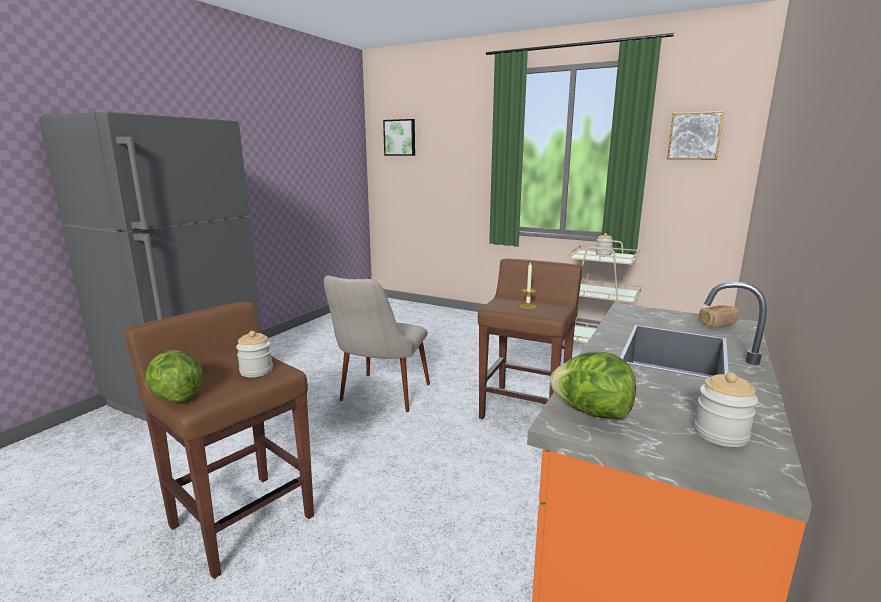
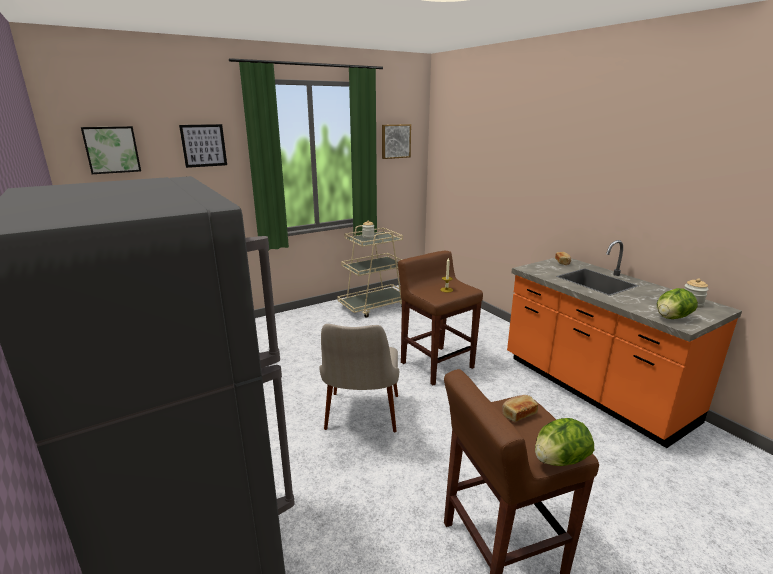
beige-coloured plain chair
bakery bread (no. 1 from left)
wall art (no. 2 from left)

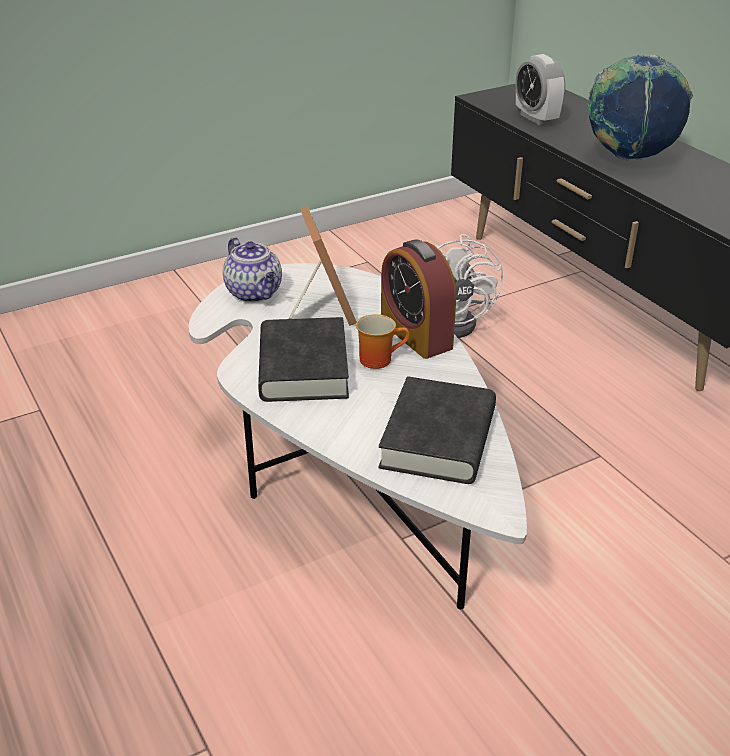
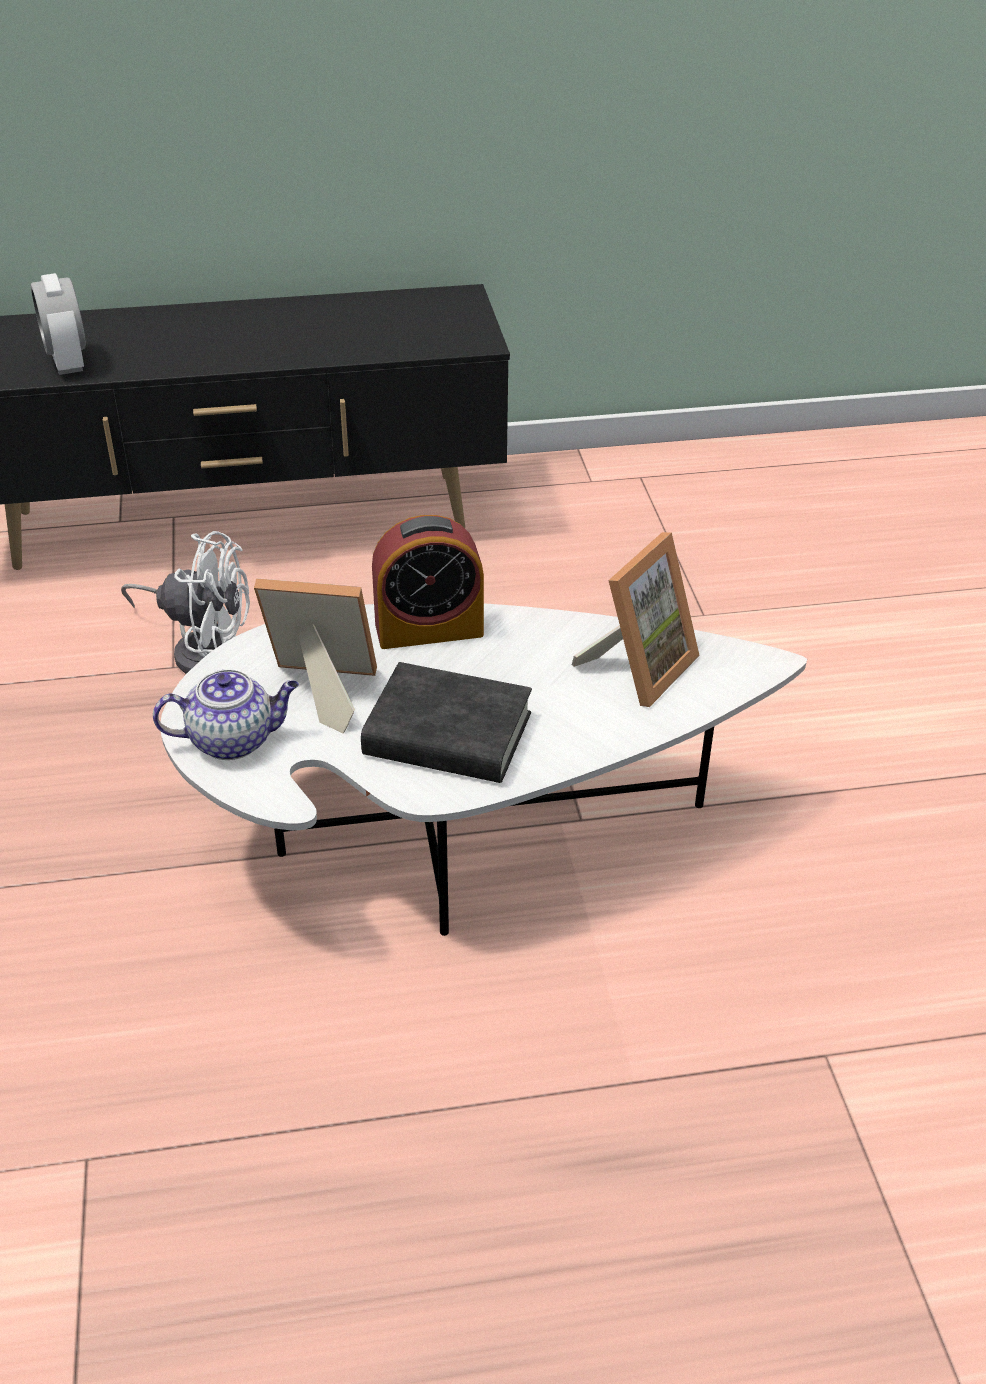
alarm clock (no. 1 from left)
desk globe
tea mug
photo frame (no. 2 from left)

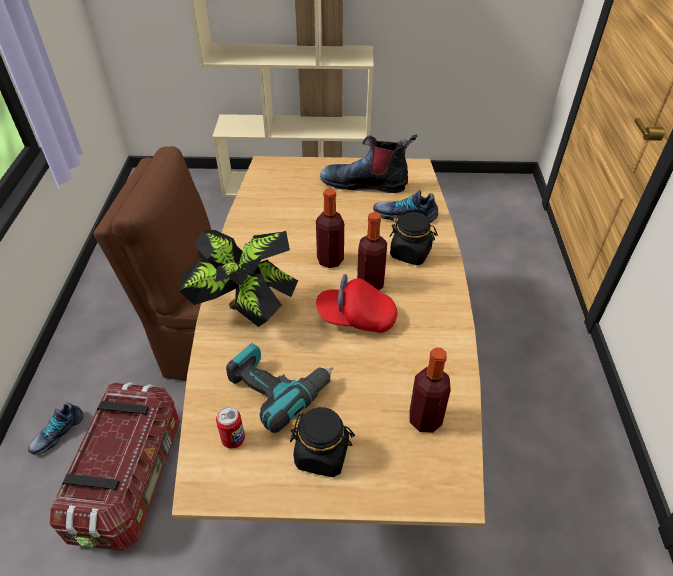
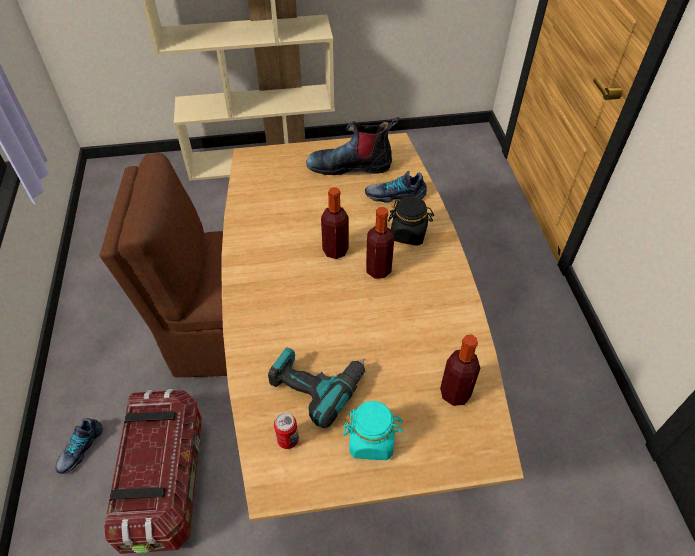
houseplant
red-coloured cap
blue-green storage jar

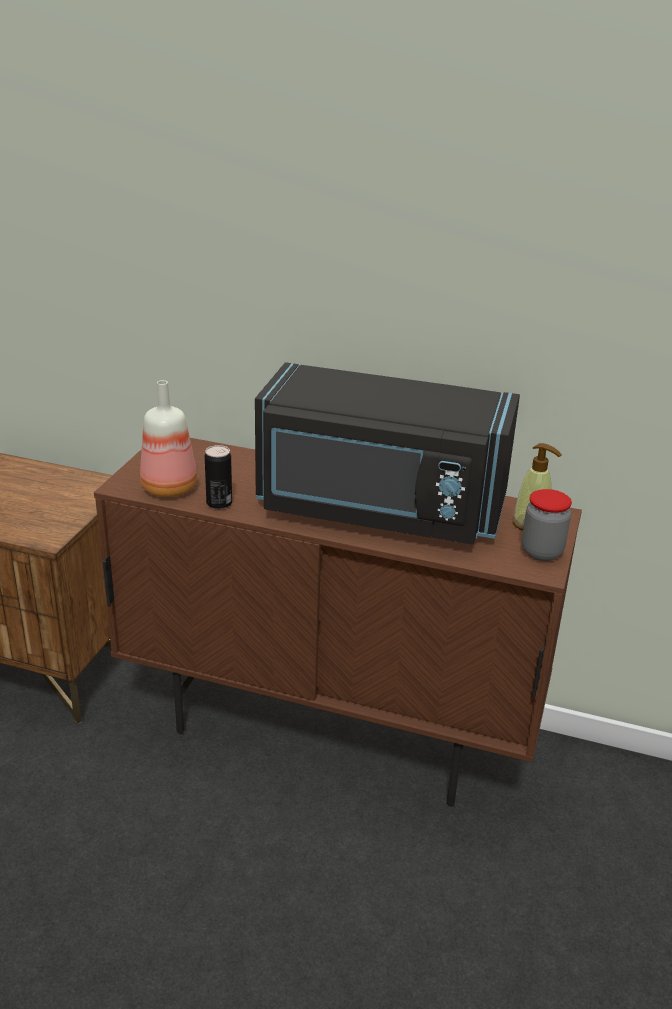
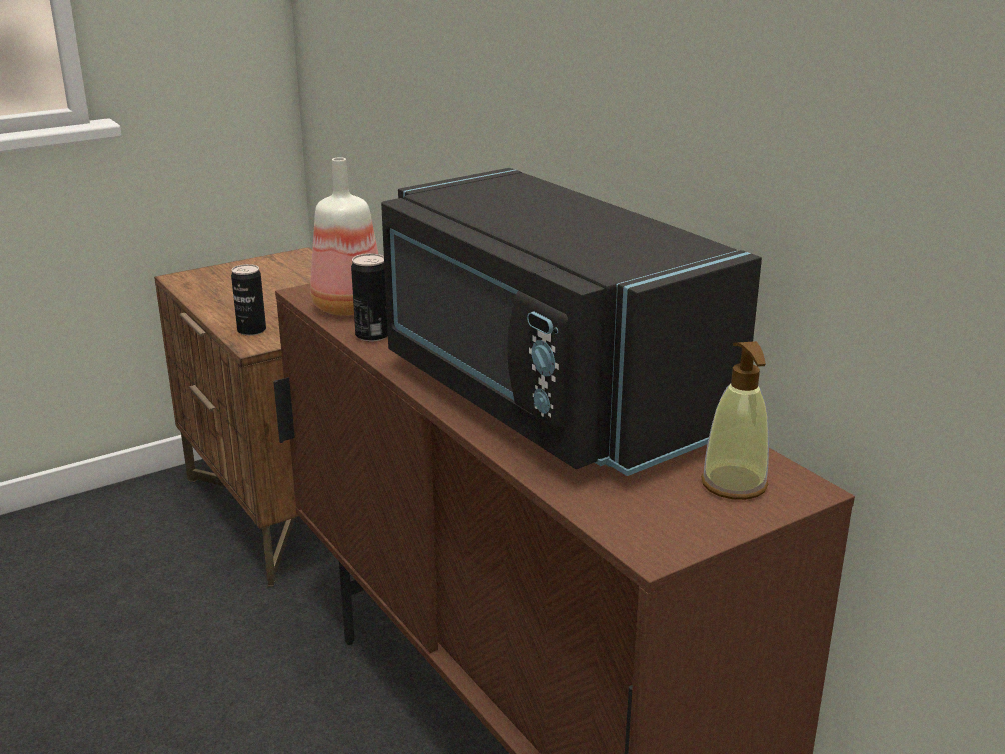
storage jar
can (no. 1 from left)

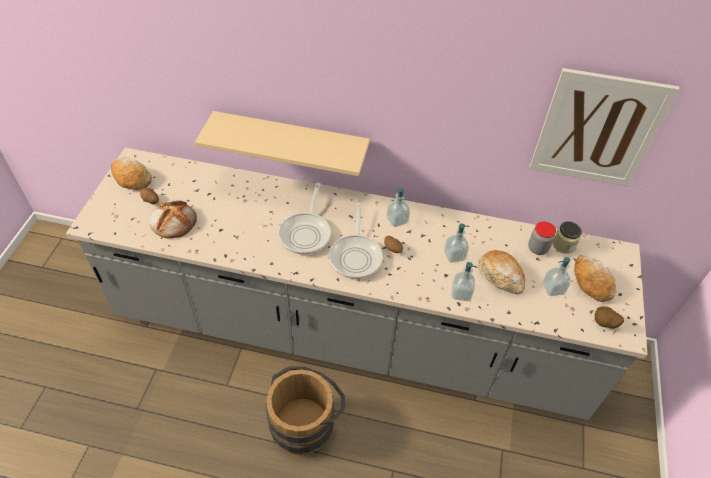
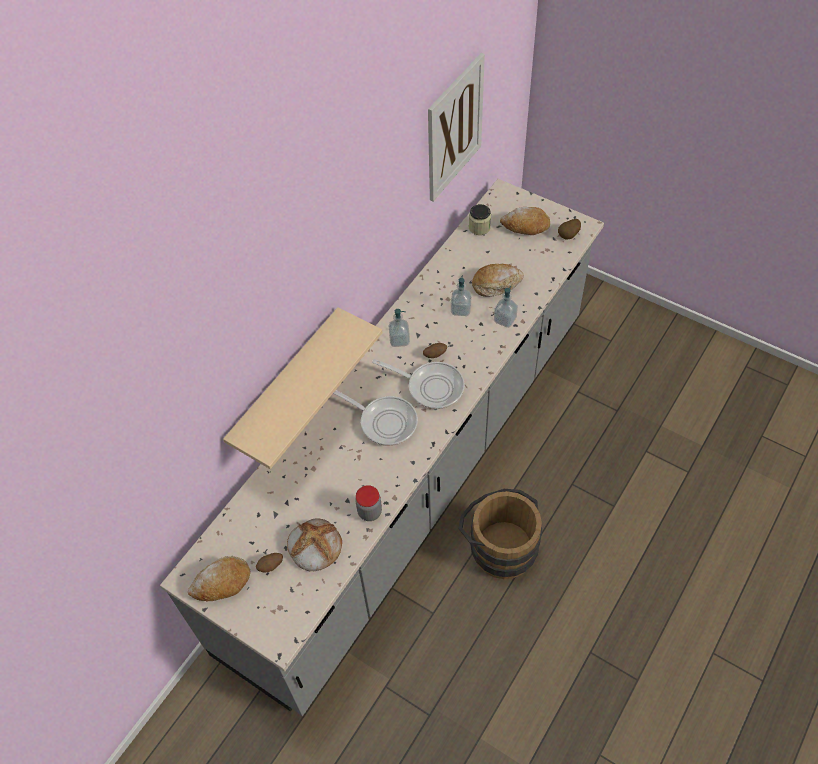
storage jar (no. 1 from left)
soap bottle (no. 4 from left in the first image)

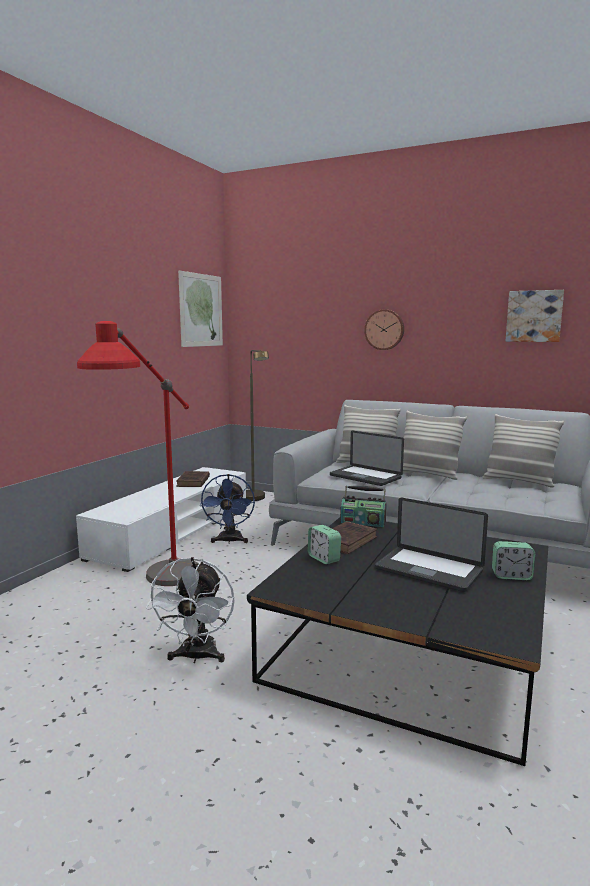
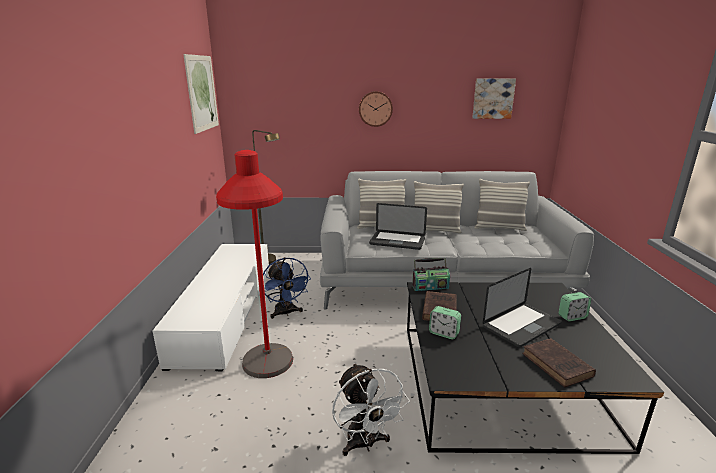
brown bound book (no. 2 from left)
laptop (no. 2 from left)

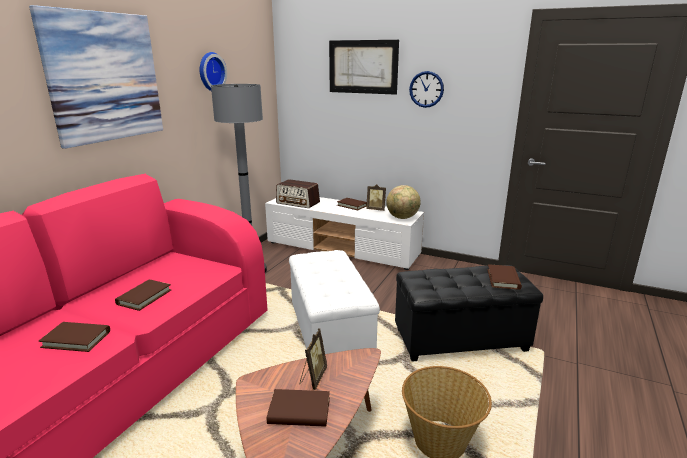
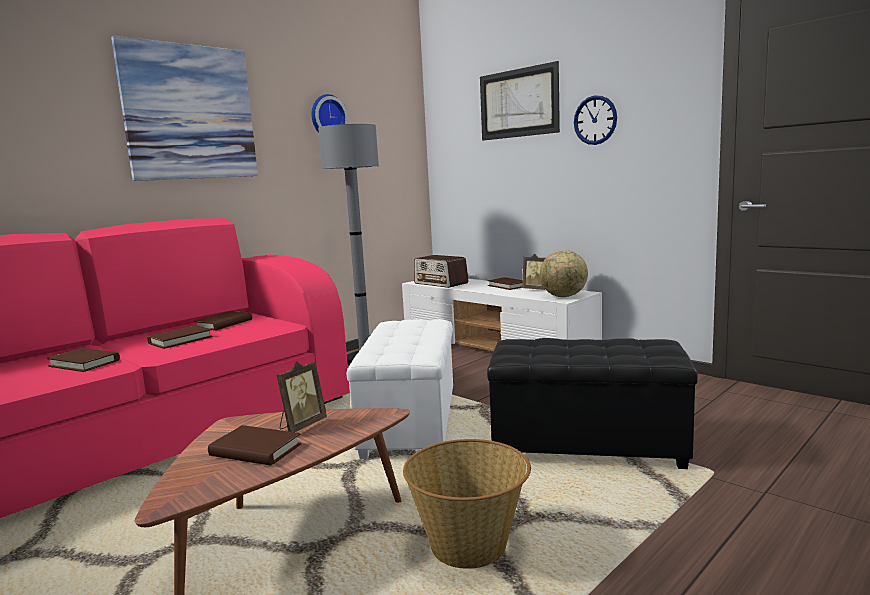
brown bound book (no. 3 from left)

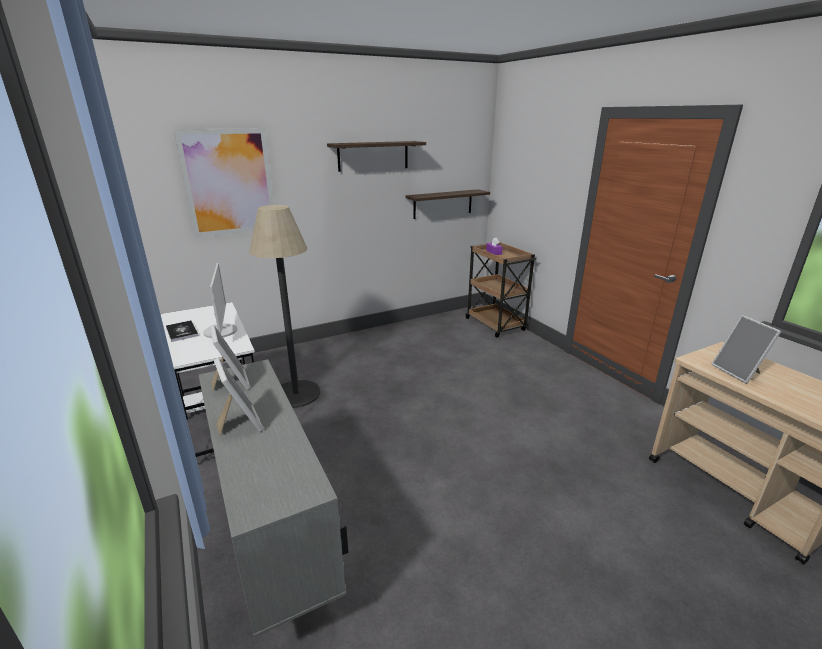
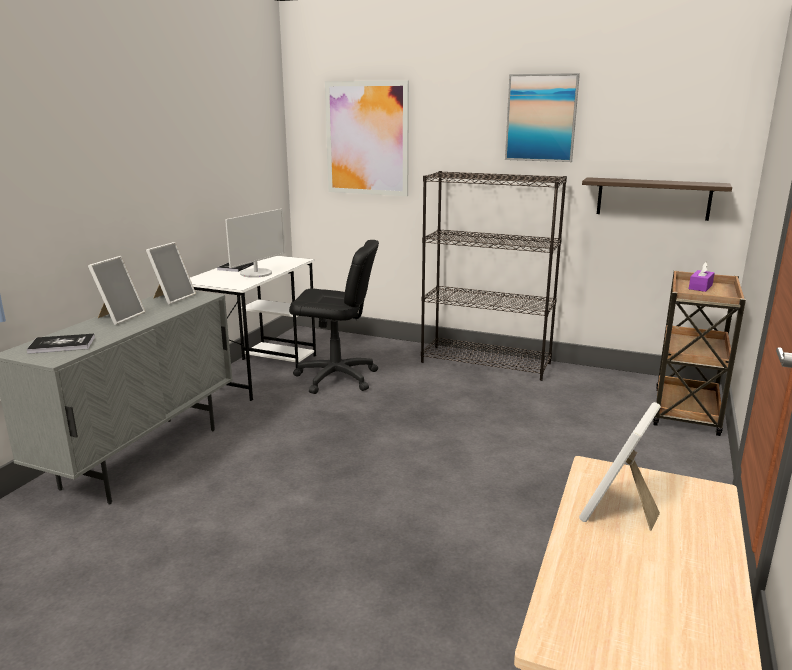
wall art (no. 2 from left)
blackish office chair
blackish shelving unit
bound book (no. 1 from left)

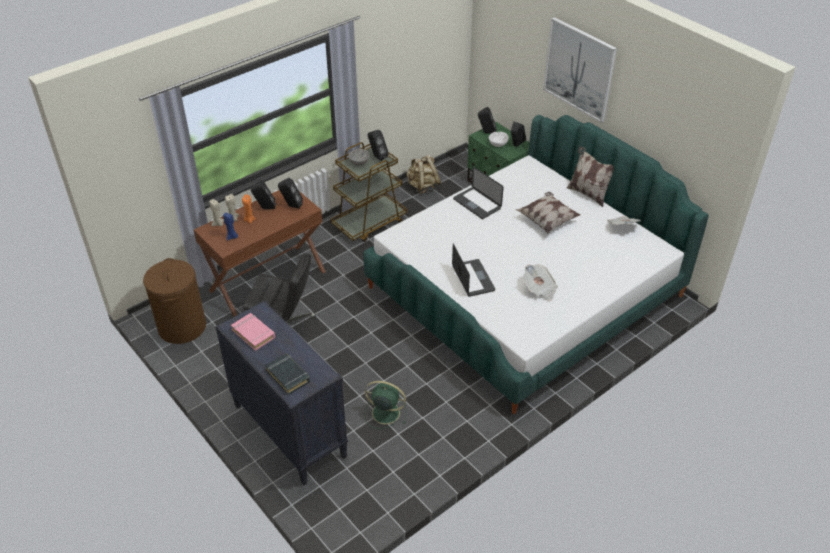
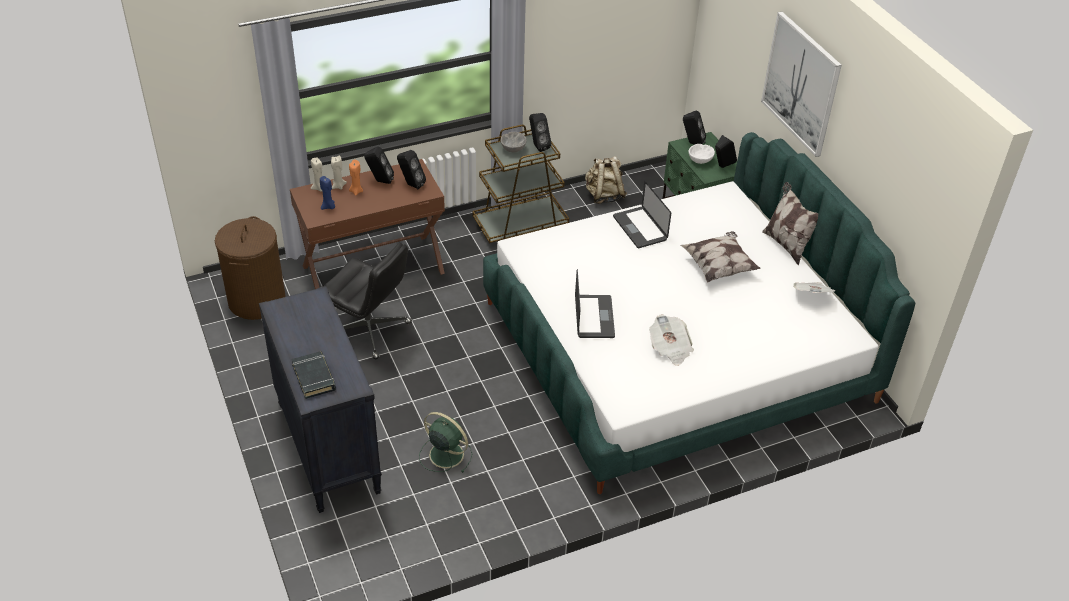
pink bound book

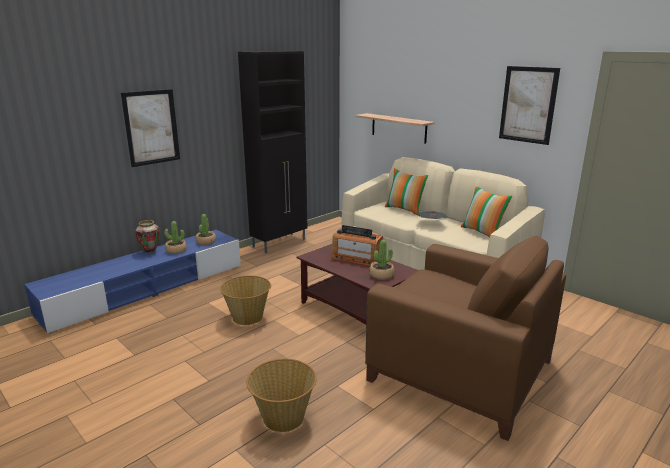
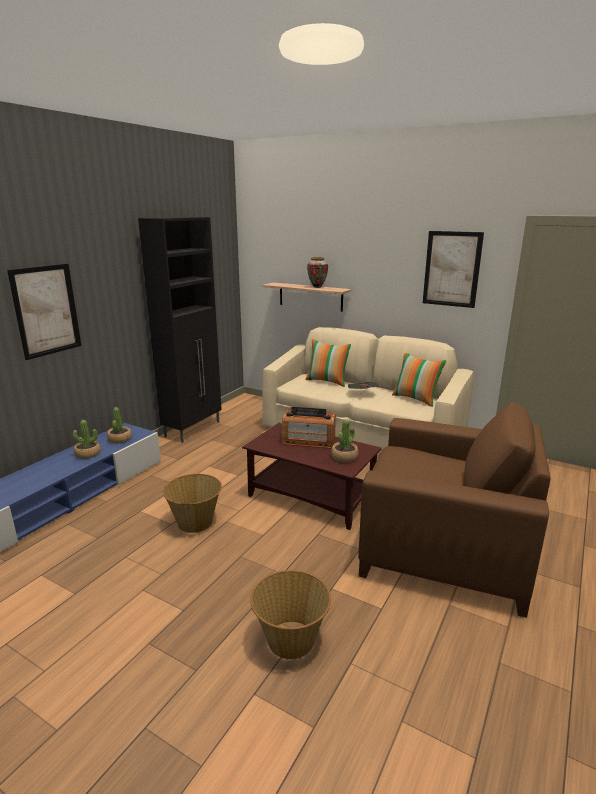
flower vase

